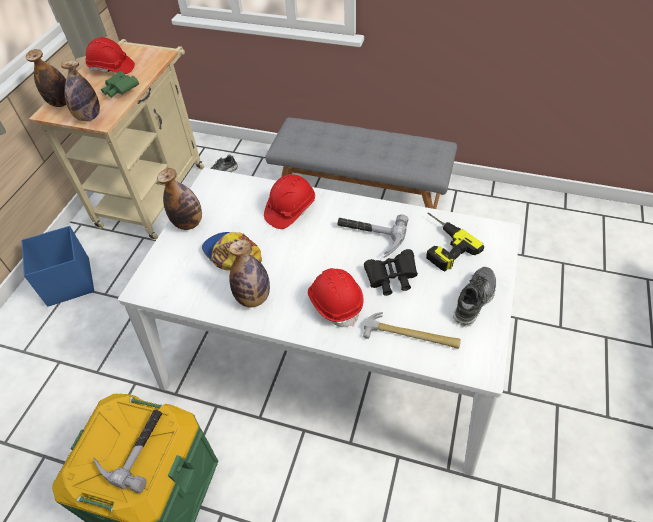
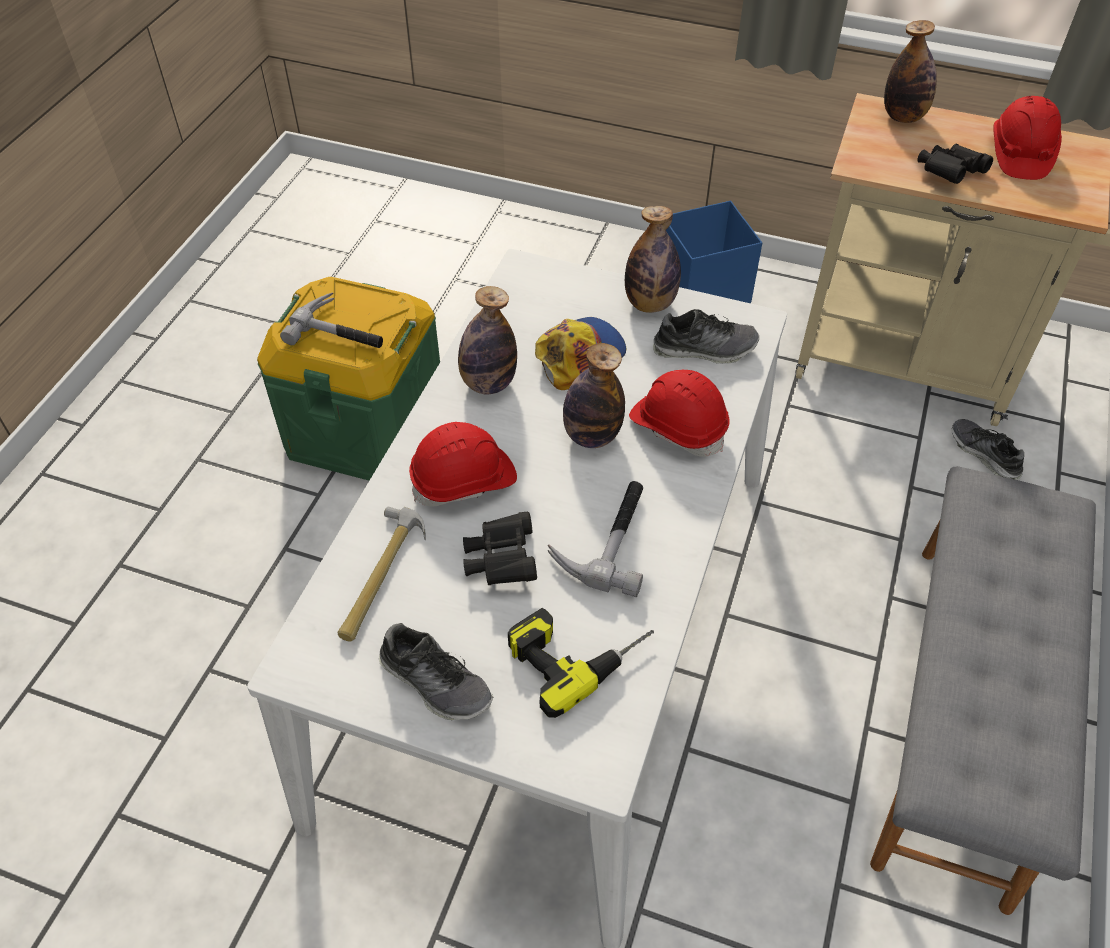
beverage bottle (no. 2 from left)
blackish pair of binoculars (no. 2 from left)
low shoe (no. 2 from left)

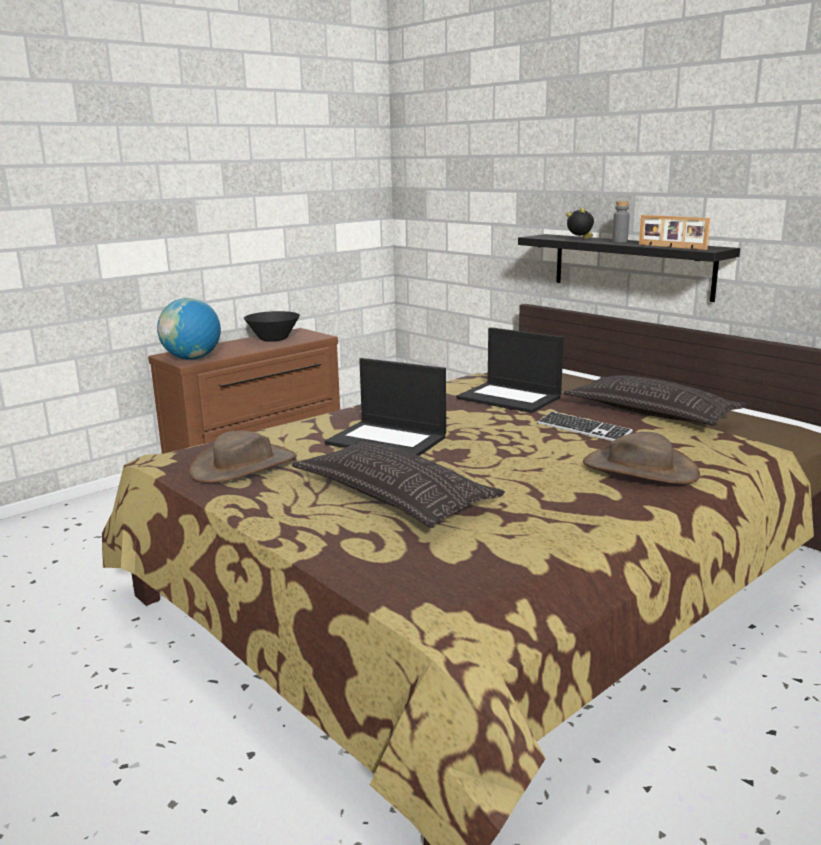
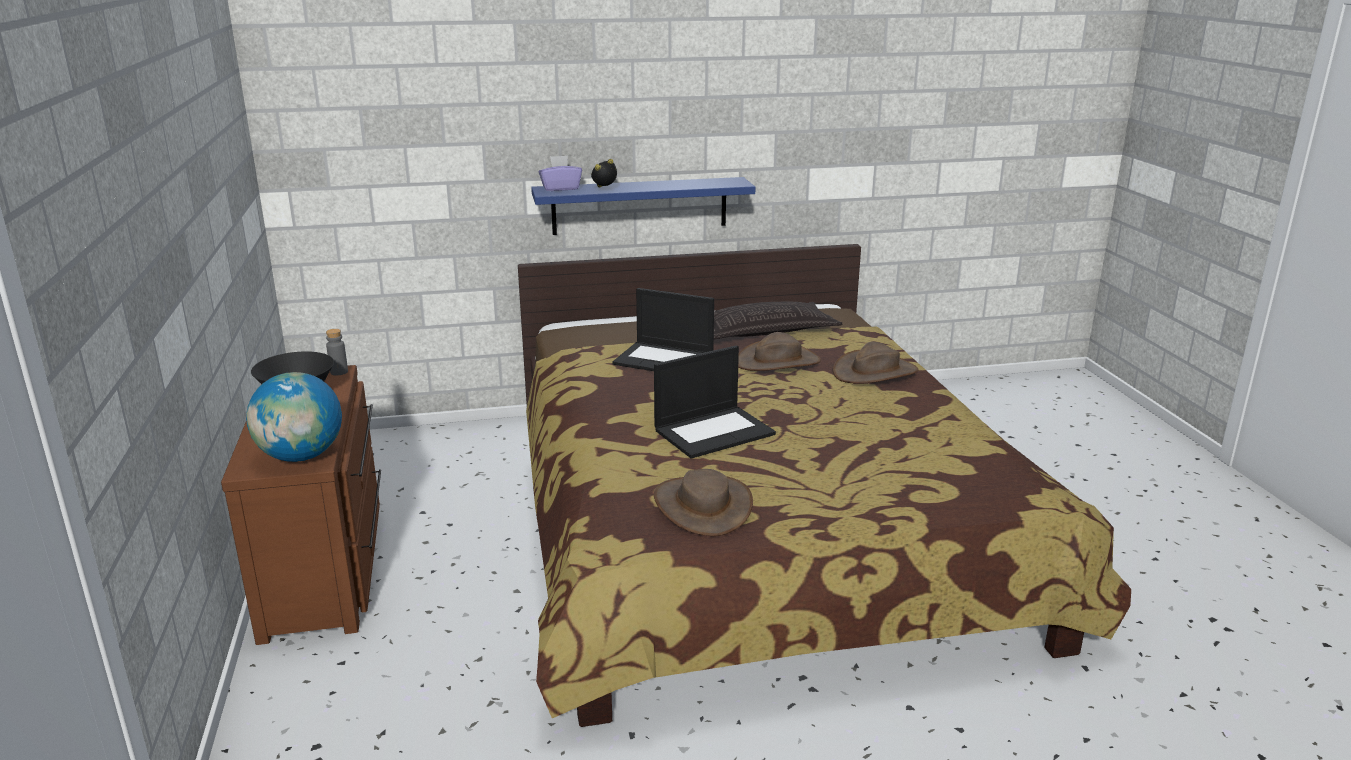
grey beverage bottle
photo frame
blue bracket shelf
laptop (no. 1 from left)
brown wearable hat (no. 2 from left)
cushion (no. 1 from left in the first image)
purple box of tissues

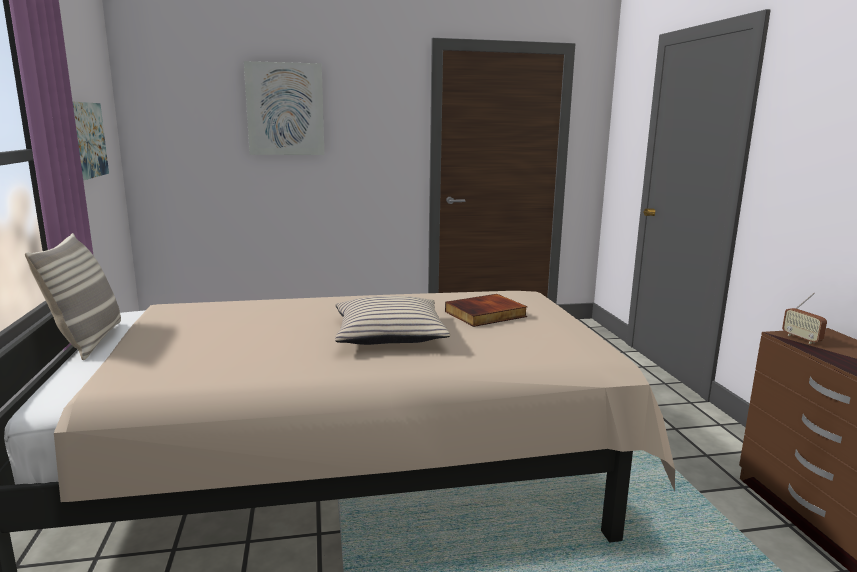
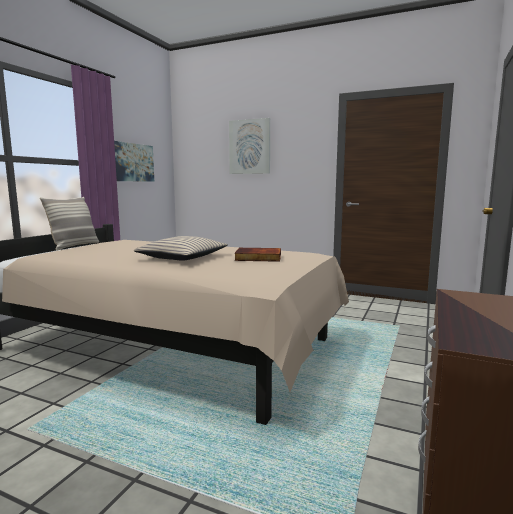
radio receiver

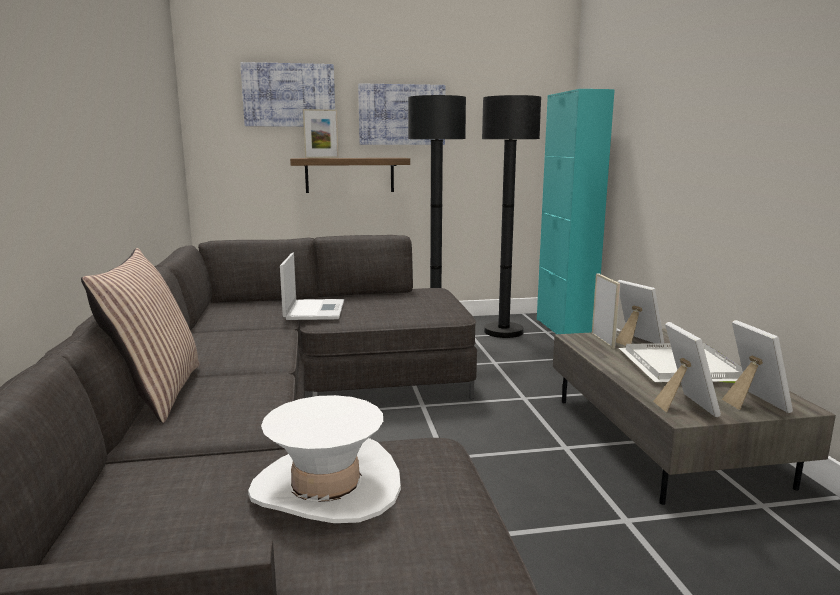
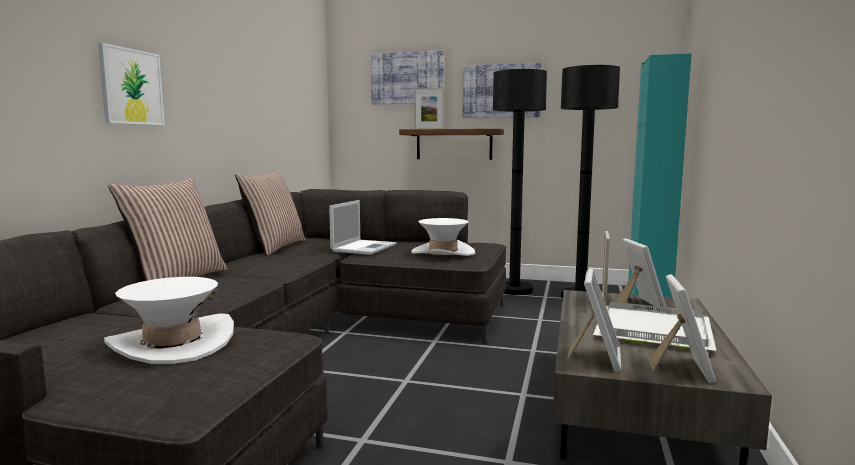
wall art (no. 1 from left)
cushion (no. 2 from left)
white-coloured wearable hat (no. 2 from left)

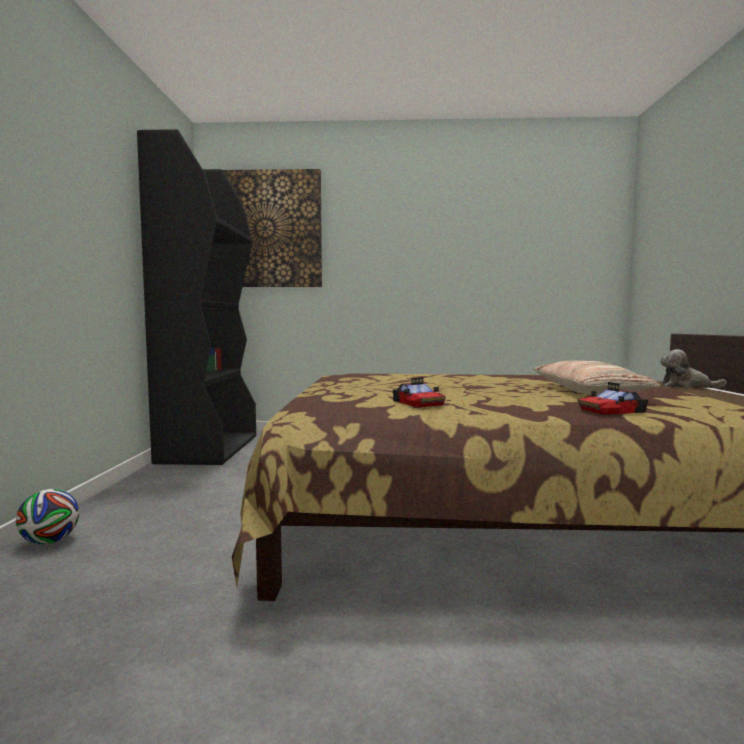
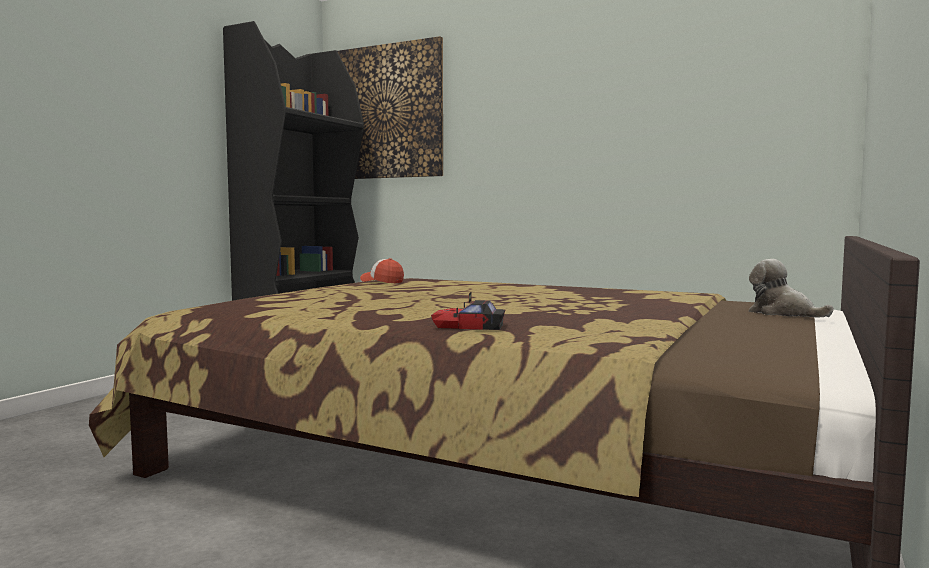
cushion
toy car (no. 1 from left in the first image)
football ball
cap

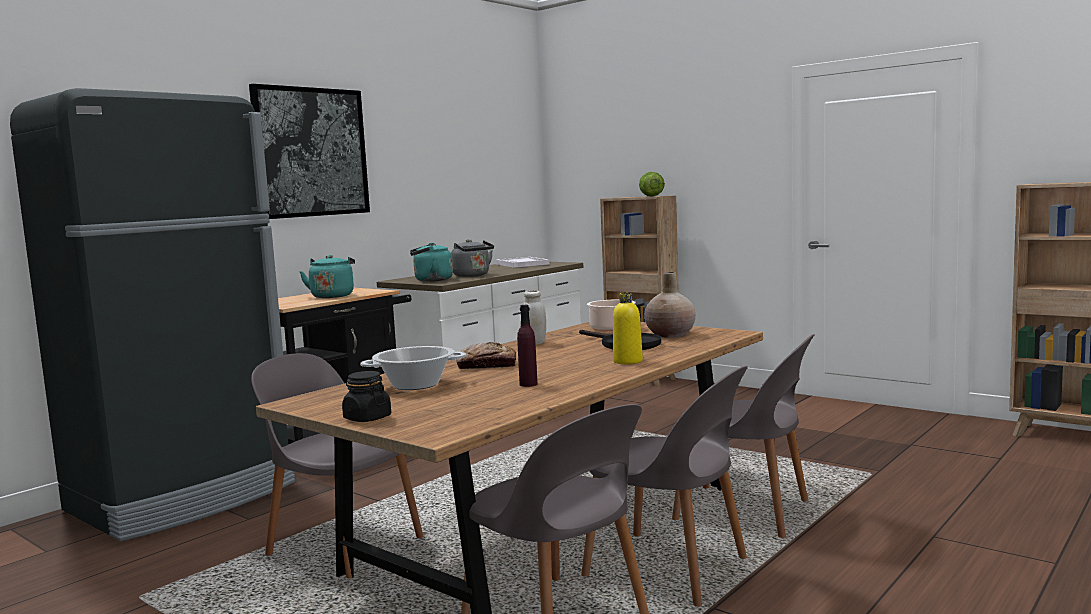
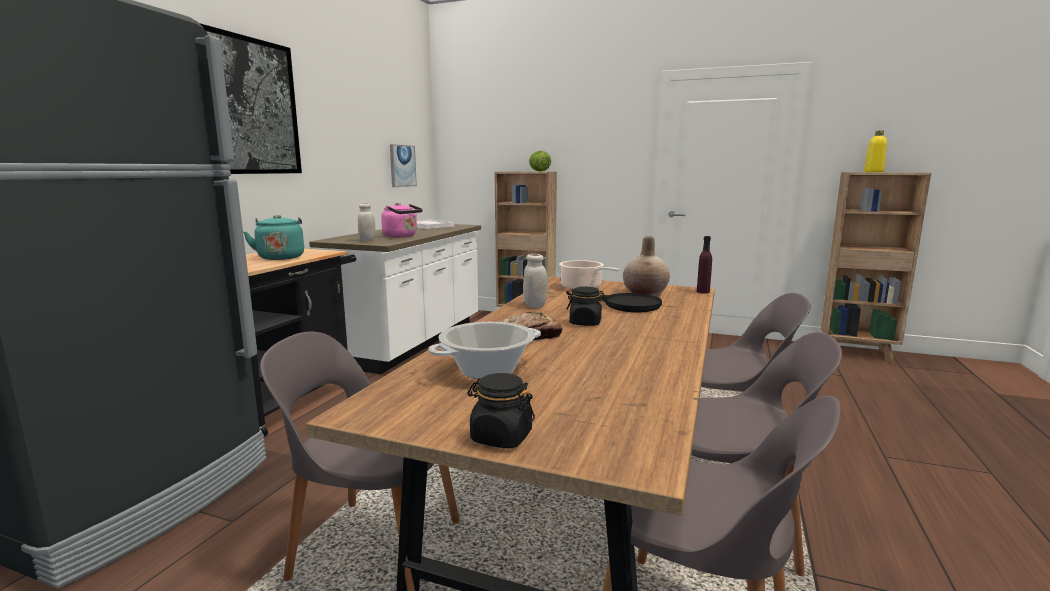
pink kettle
white-coloured storage jar (no. 1 from left)
yellow beverage bottle
purple beverage bottle
wall art (no. 2 from left)
blackish storage jar (no. 2 from left)

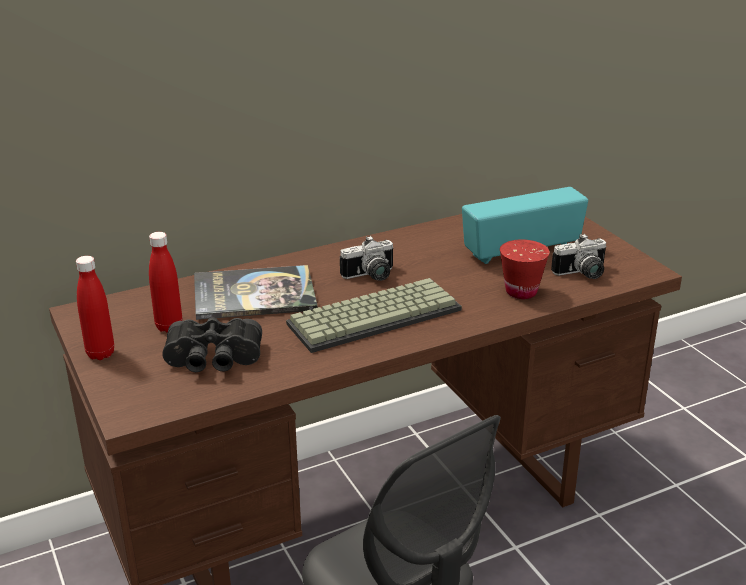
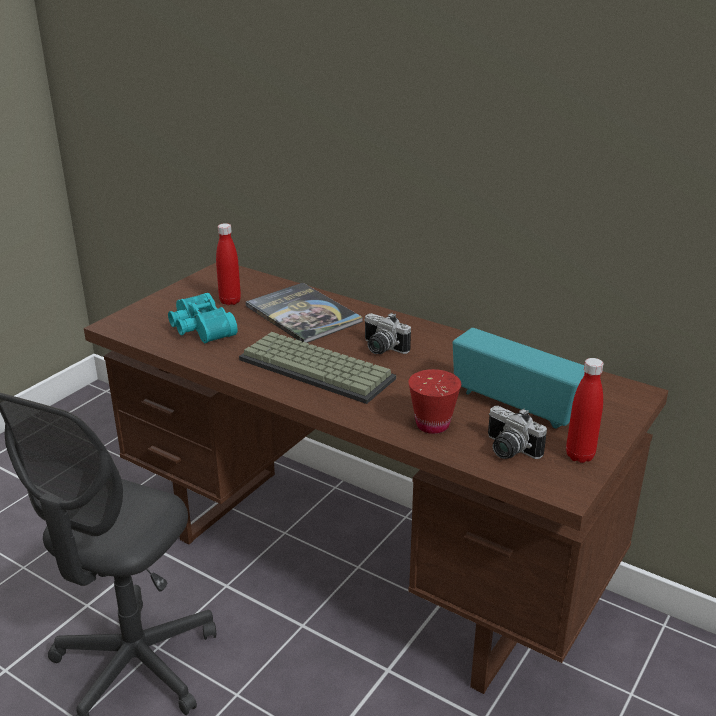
red-coloured beverage bottle (no. 2 from left)
blue-green pair of binoculars

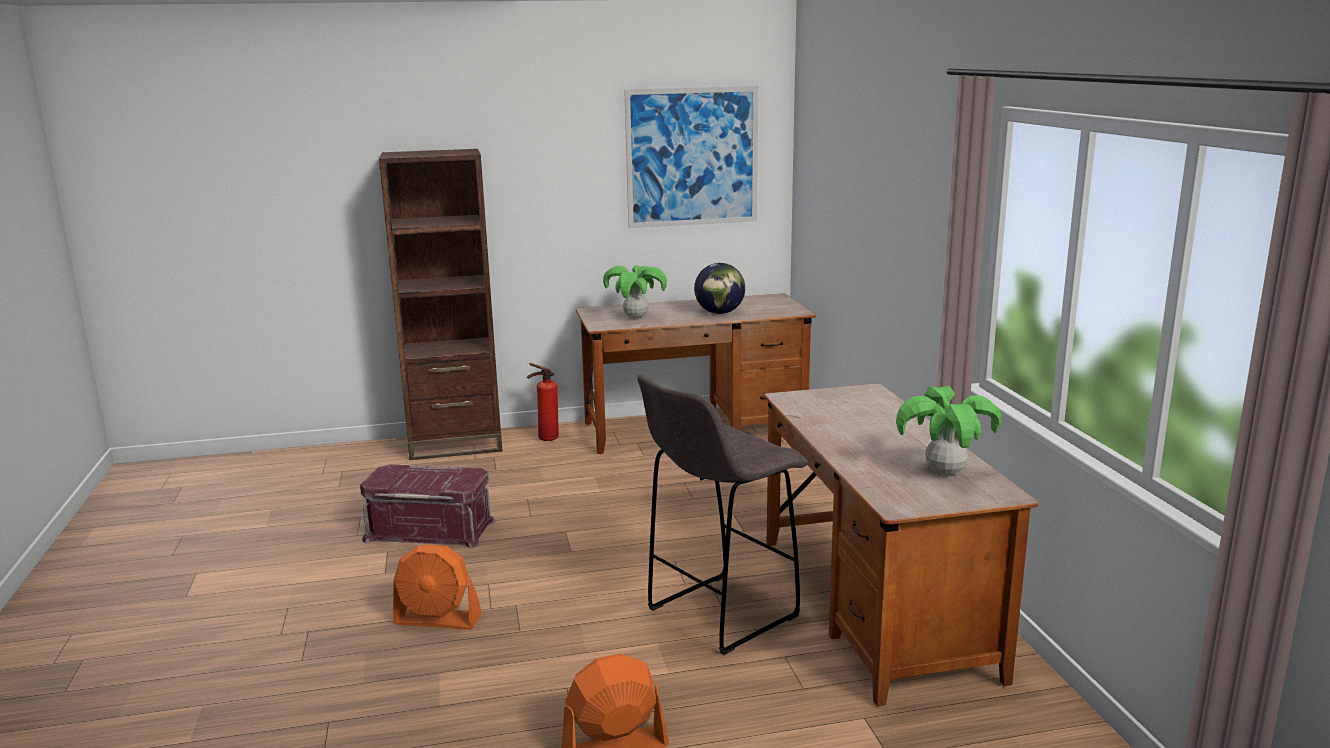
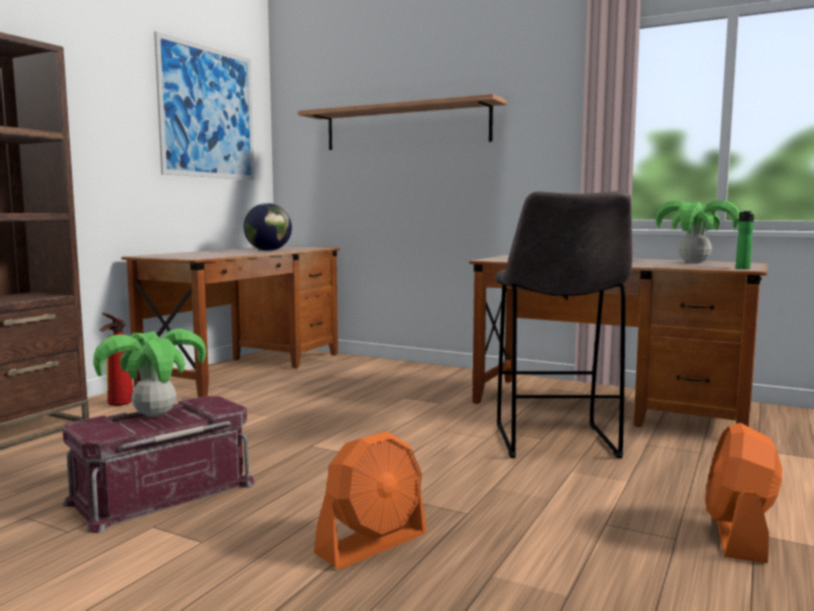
houseplant (no. 1 from left)
bracket shelf
beverage bottle

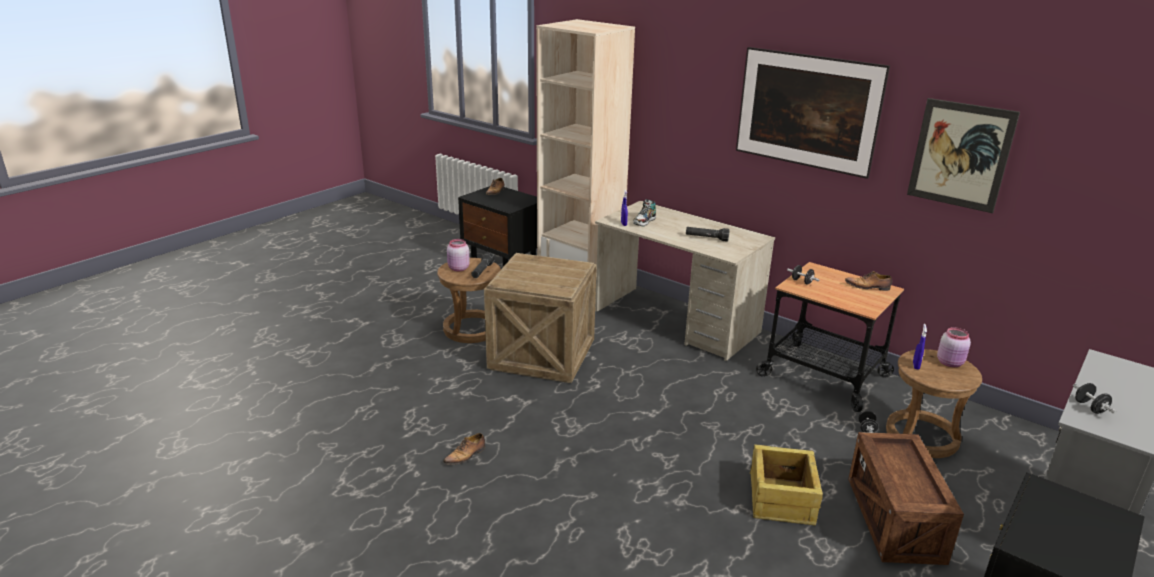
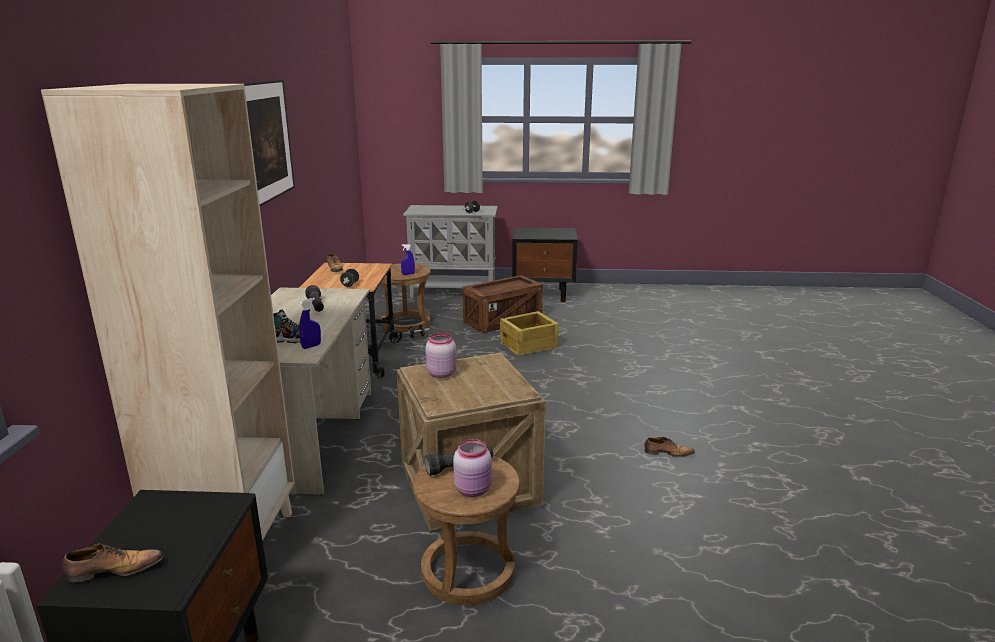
wall art (no. 2 from left in the first image)
pink storage jar (no. 1 from left)

